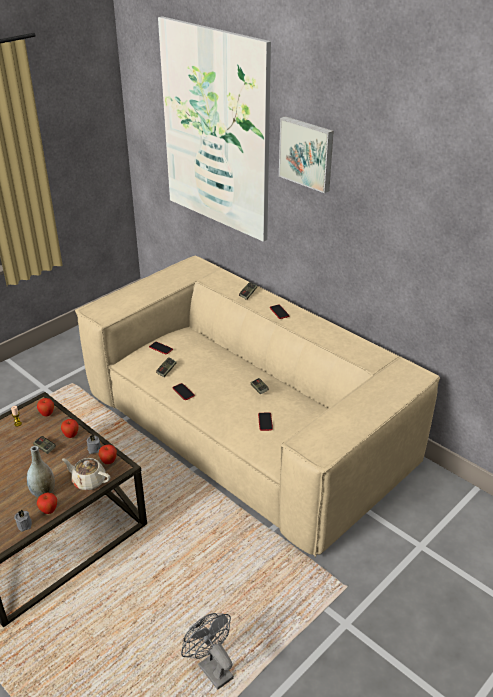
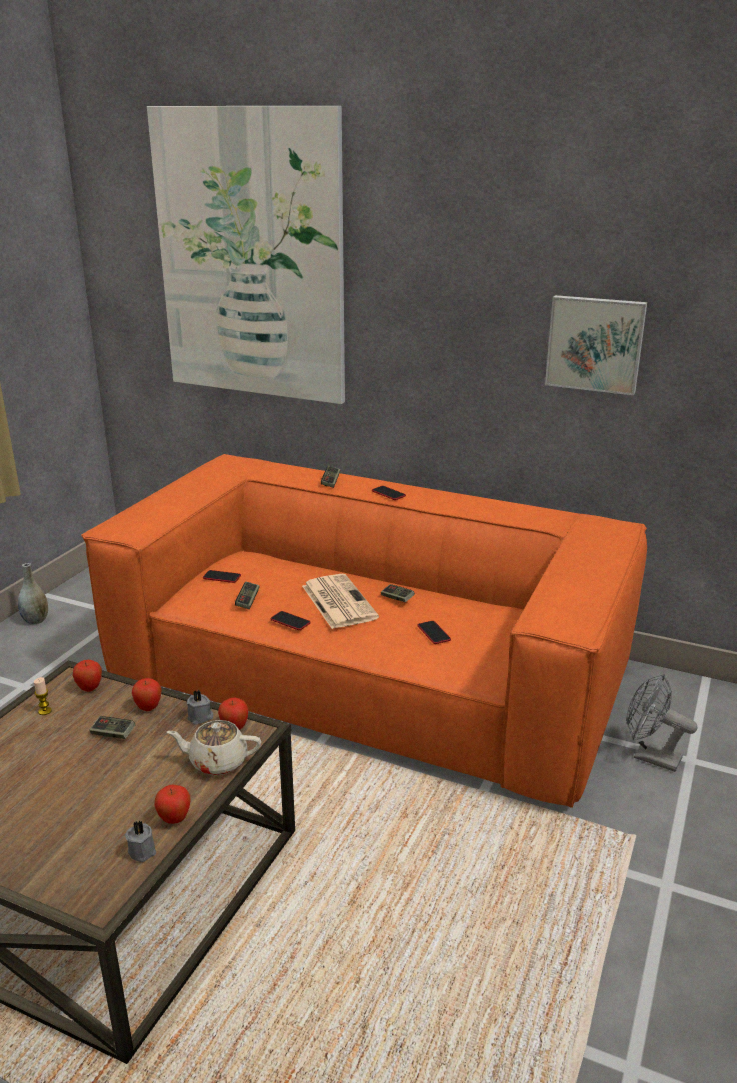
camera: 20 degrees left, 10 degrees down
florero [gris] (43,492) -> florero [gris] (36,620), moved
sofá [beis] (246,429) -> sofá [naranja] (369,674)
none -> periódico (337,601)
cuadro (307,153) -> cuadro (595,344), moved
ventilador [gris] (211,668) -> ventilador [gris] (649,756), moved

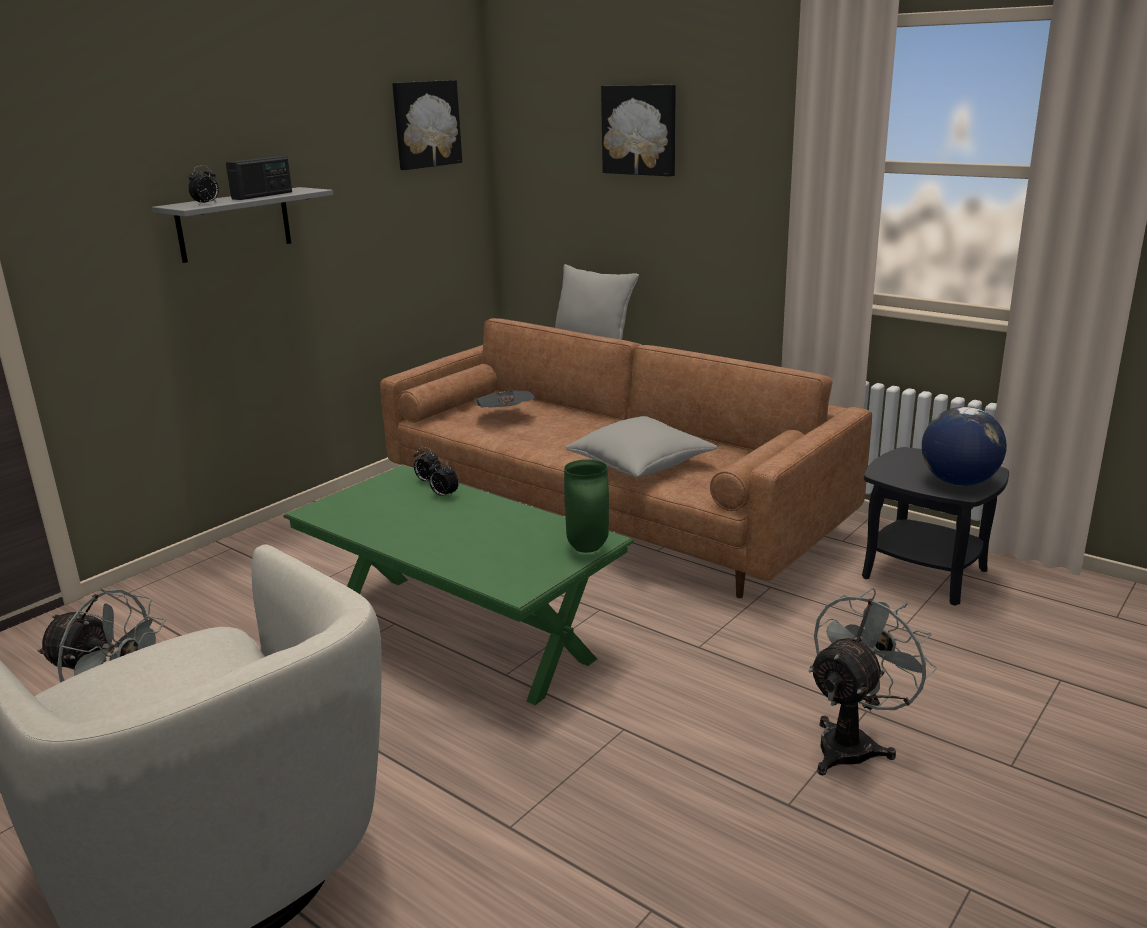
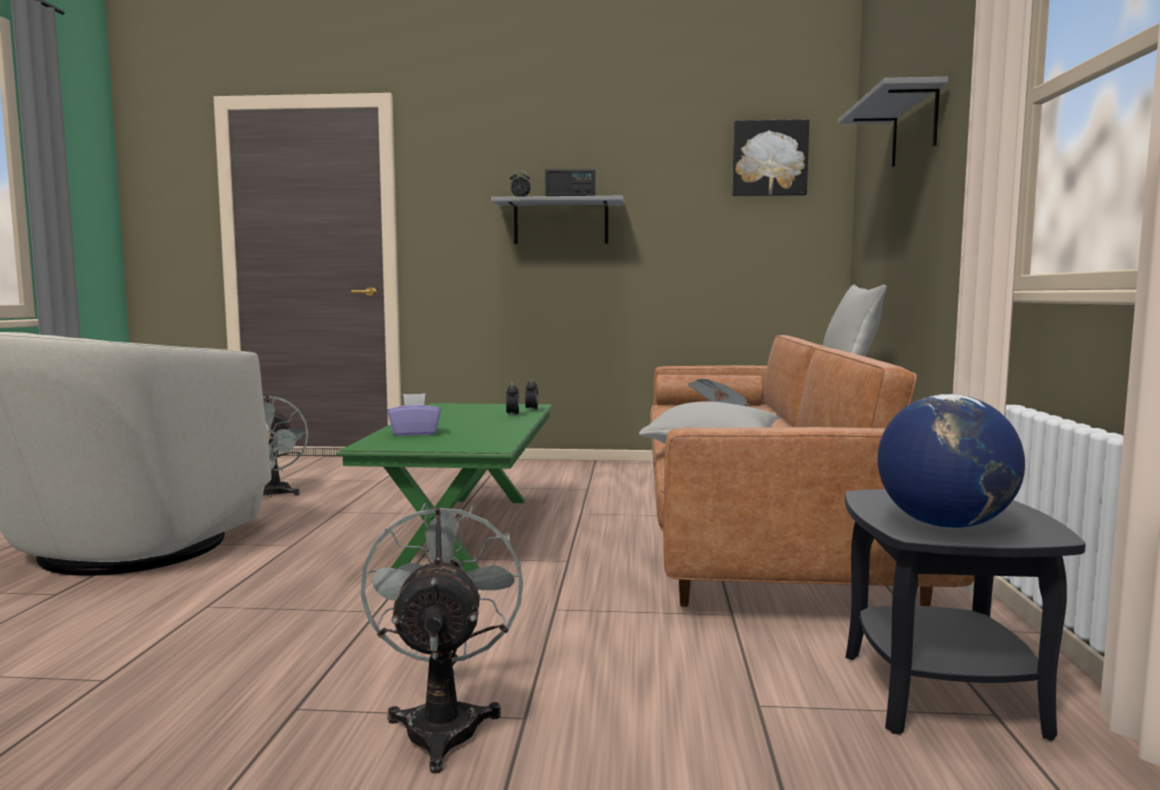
camera: 55 degrees right, 15 degrees down
ventilador [gris] (853,743) -> ventilador [gris] (444,722), 105 degrees counterclockwise
none -> caja de pañuelos [morado] (415,433)
cuadro (640,130) -> estante [gris] (914,128)
florero [verde] (586,548) -> none

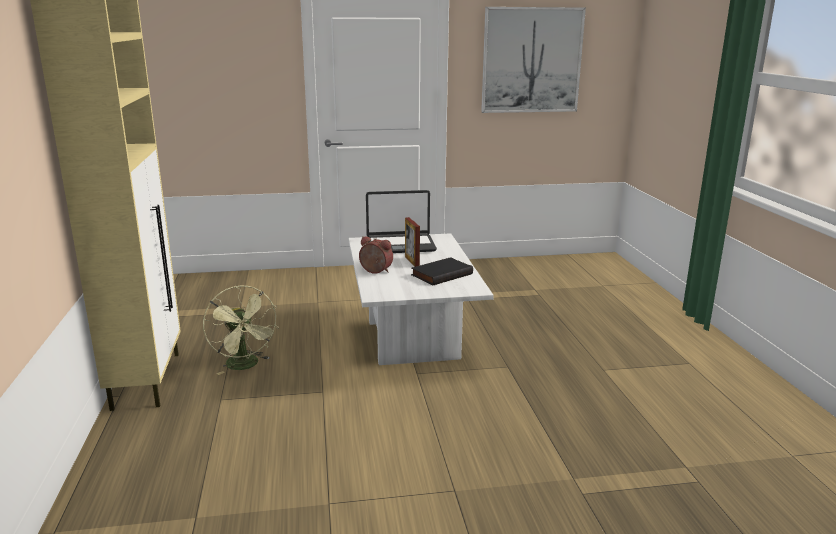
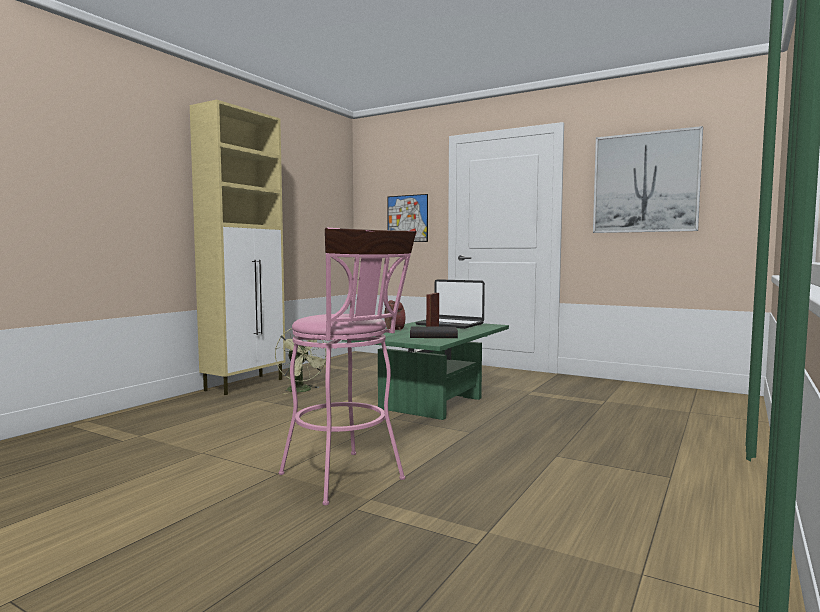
camera: 40 degrees right, 15 degrees down
ventilador [verde] (245,366) -> ventilador [verde] (302,391), 45 degrees counterclockwise
none -> taburete [rosa] (347,479)
mesa de centro [blanco] (412,339) -> mesa de centro [verde] (431,403)
none -> cuadro (407,218)

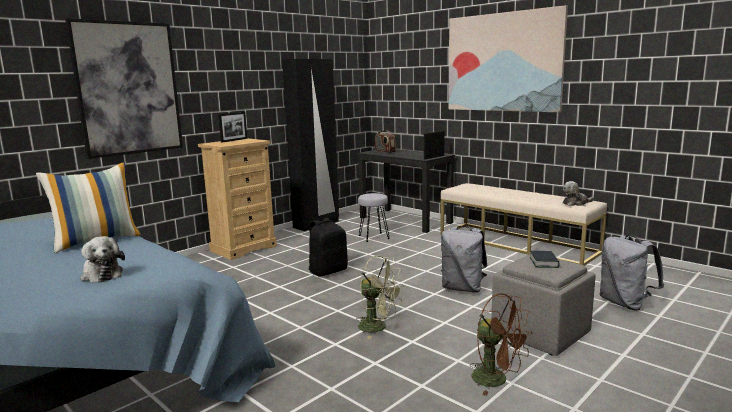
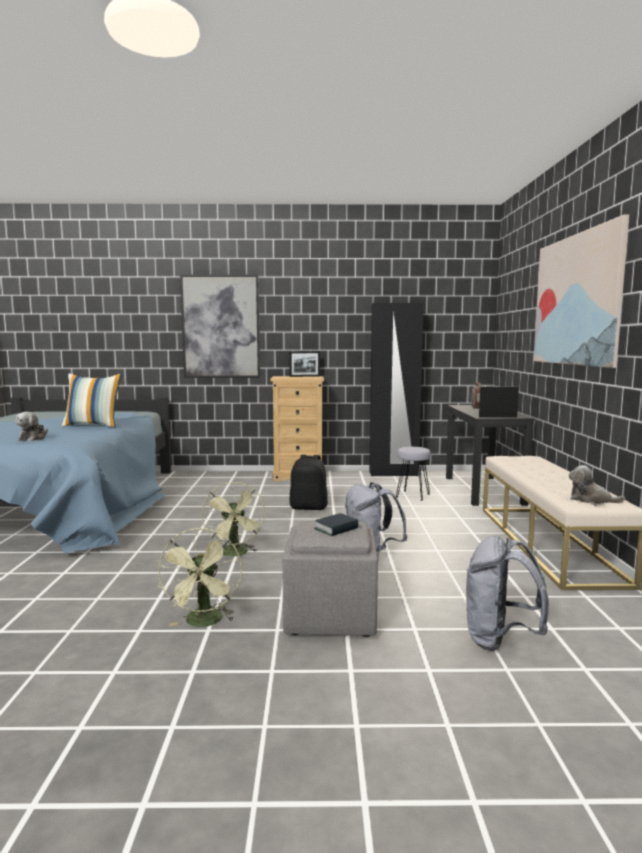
camera: 45 degrees right, 5 degrees down
ventilador [marrón] (497,380) -> ventilador [verde] (204,623)

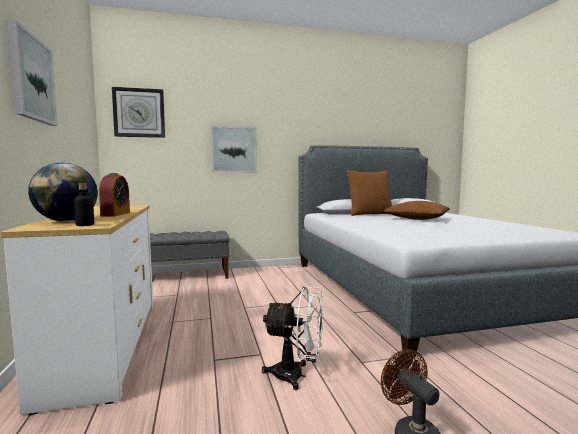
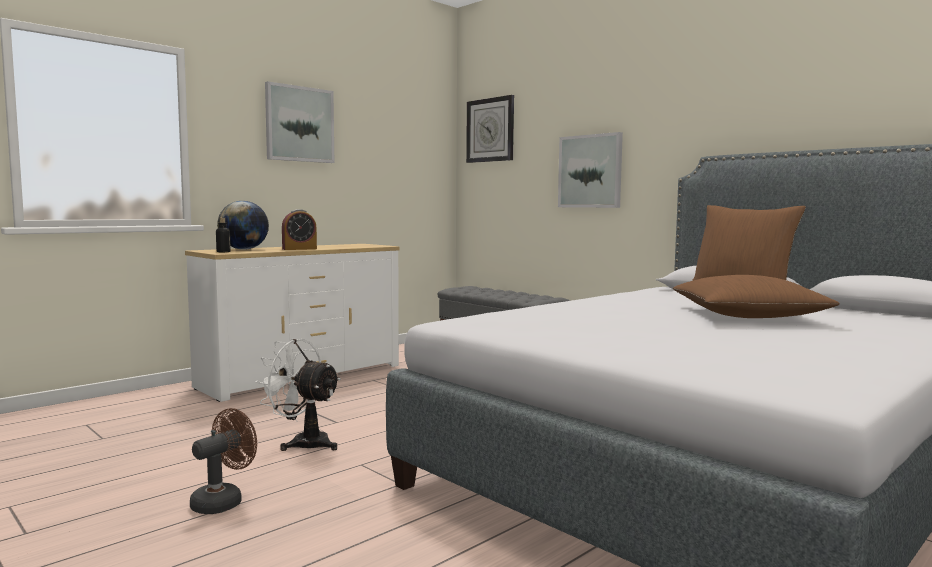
camera: 60 degrees right, 0 degrees up
ventilador [blanco] (296,376) -> ventilador [blanco] (303,442), 135 degrees clockwise

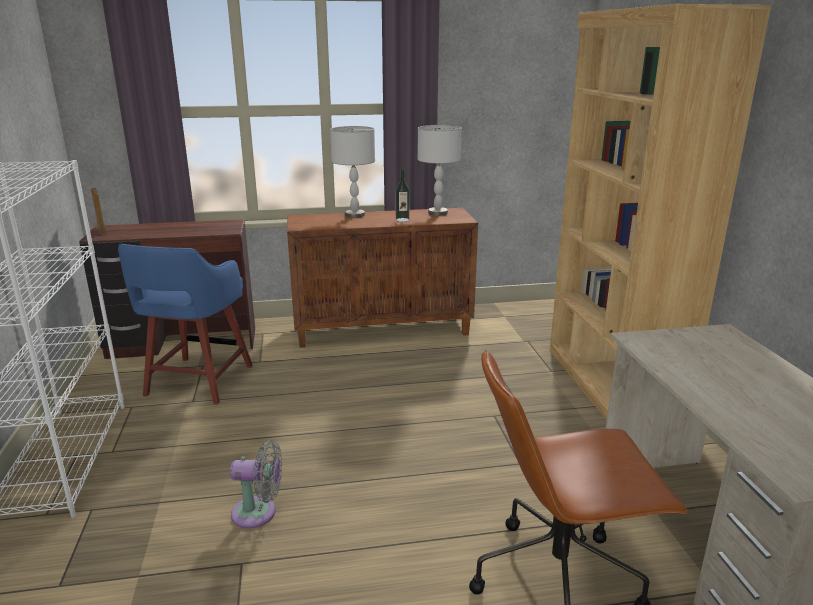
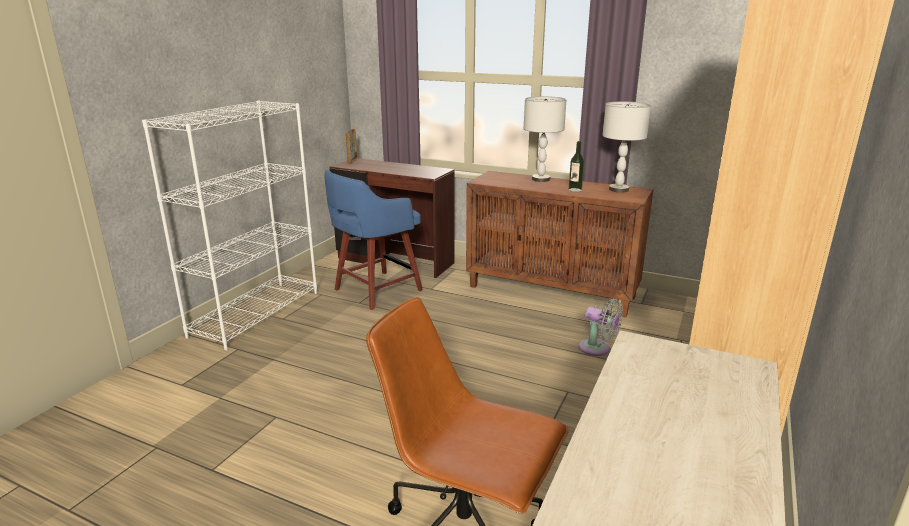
camera: 35 degrees right, 0 degrees up
ventilador [gris] (259,513) -> ventilador [gris] (597,349), moved

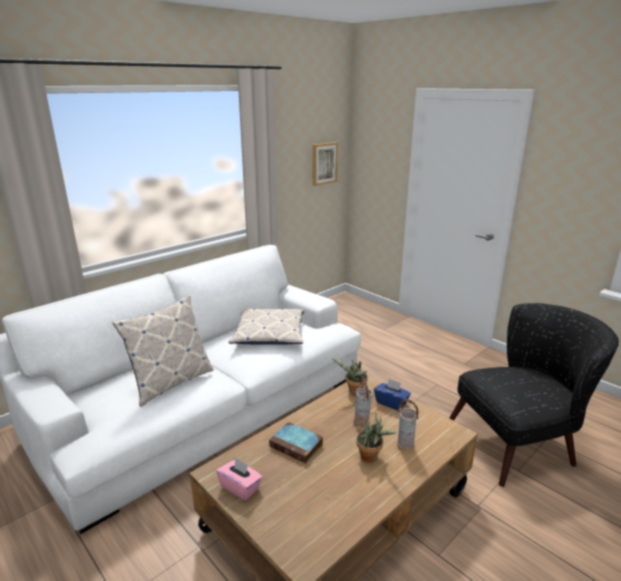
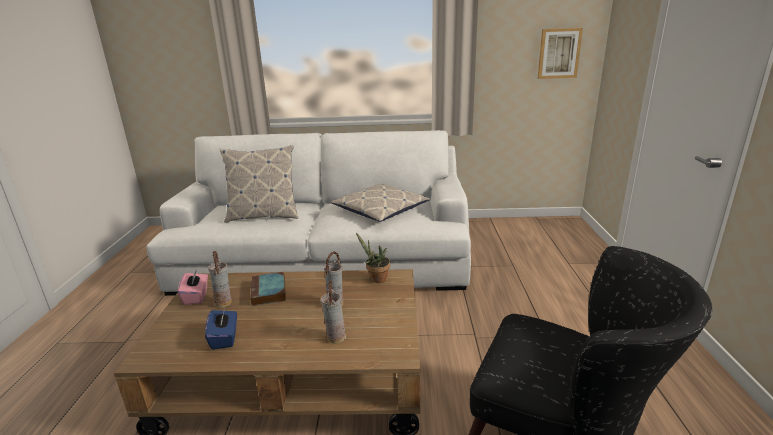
camera: 45 degrees right, 0 degrees up
caja de pañuelos [azul] (391,403) -> caja de pañuelos [azul] (225,338), moved
none -> florero (224,303)
planta en maceta (371,457) -> none

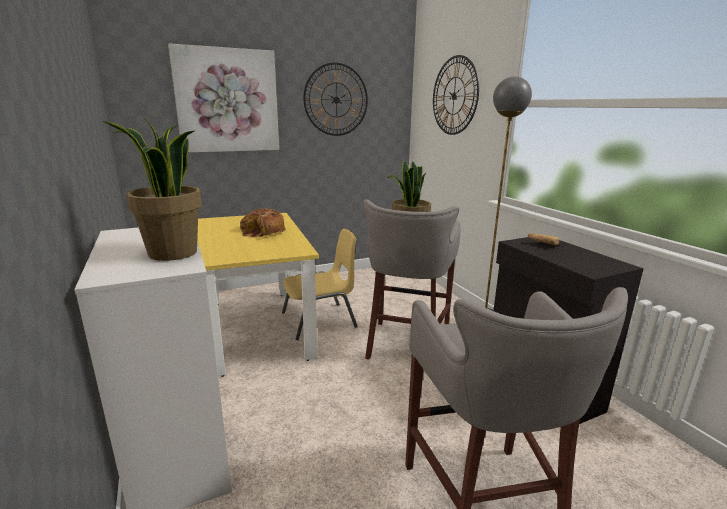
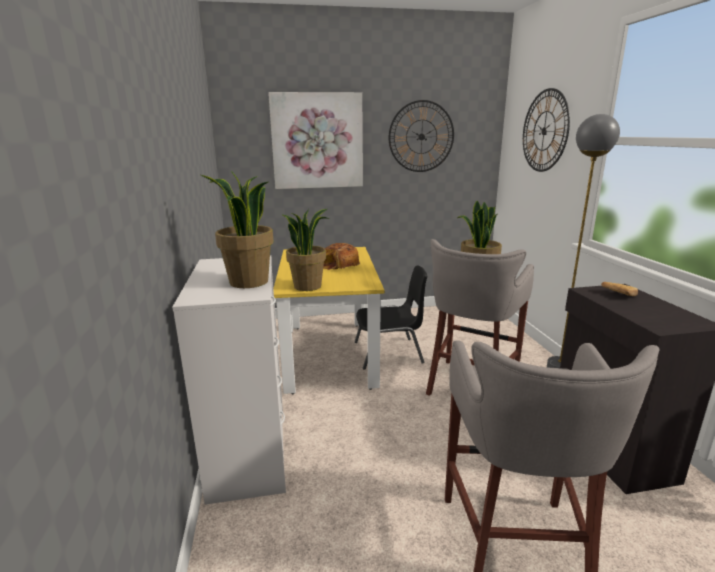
camera: 15 degrees right, 0 degrees up
none -> planta en maceta (308,286)
silla [amarillo] (320,320) -> silla [negro] (389,353)

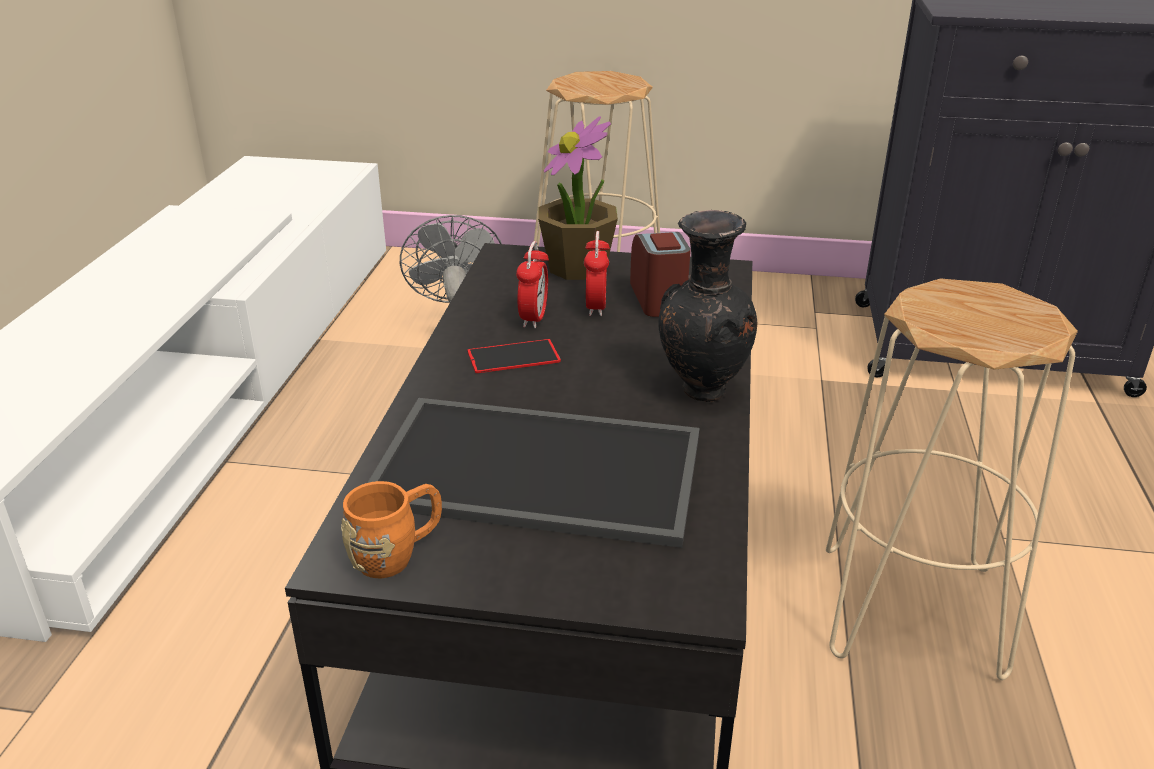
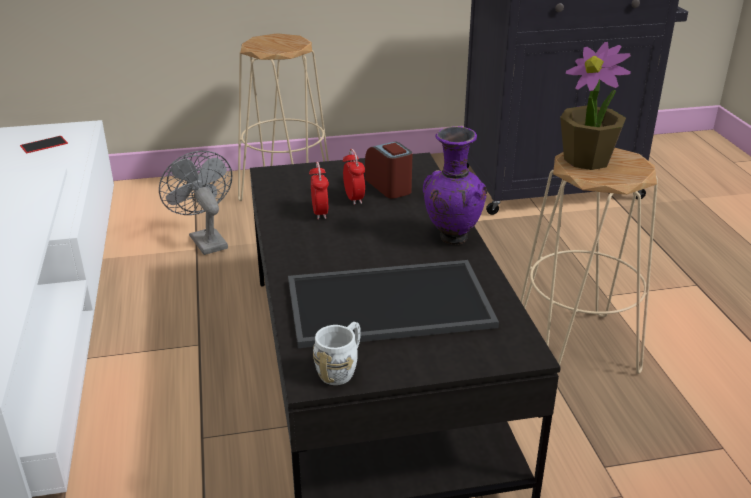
camera: 20 degrees left, 0 degrees up
móvil (513,357) -> móvil (44,145), moved
taza grande [naranja] (397,554) -> taza grande [blanco] (341,369)
florero [negro] (700,391) -> florero [morado] (451,238)
planta en maceta (578,268) -> planta en maceta (587,160), moved

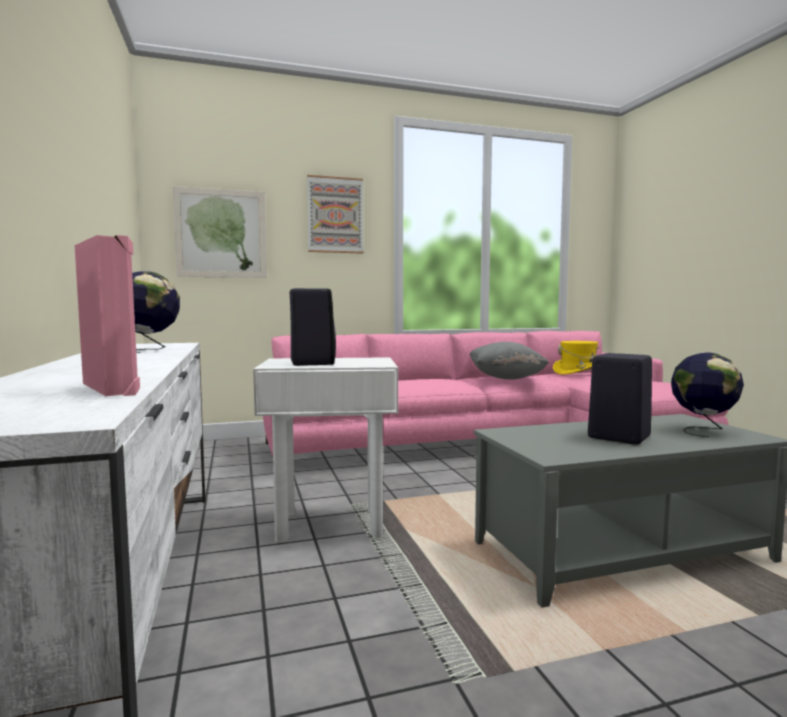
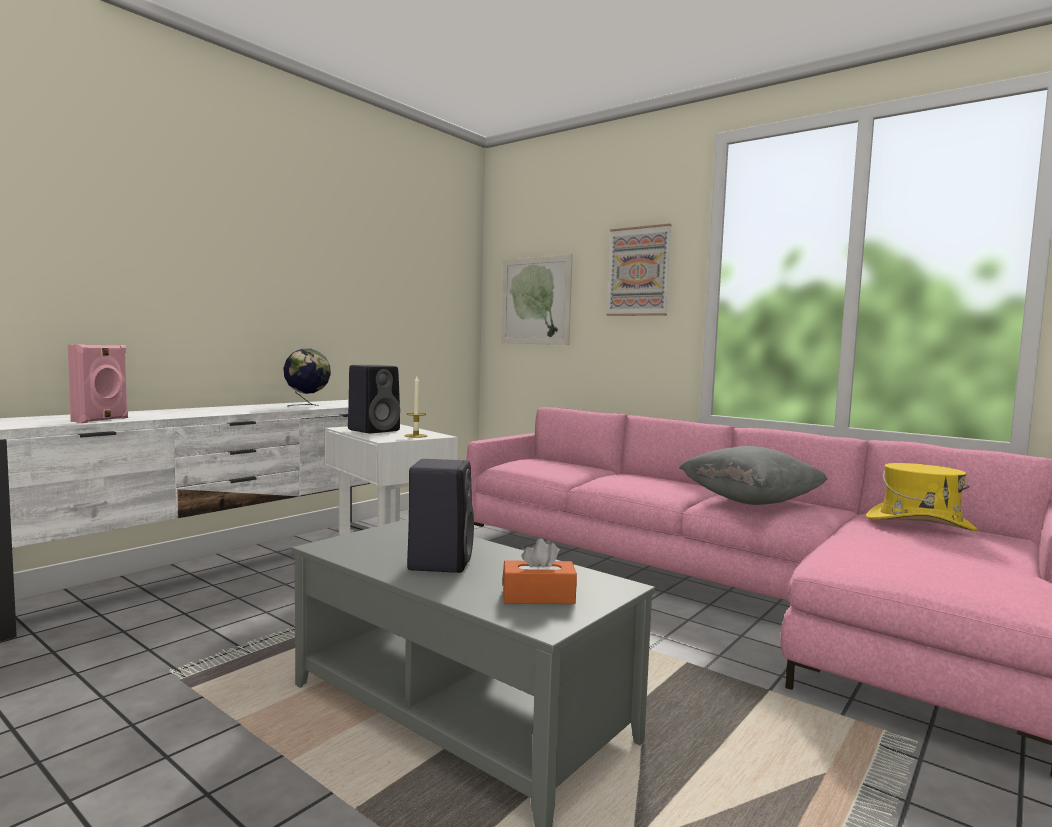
camera: 55 degrees right, 0 degrees up
none -> vela (416,436)
globo terráqueo (703,430) -> caja de pañuelos [naranja] (538,596)

